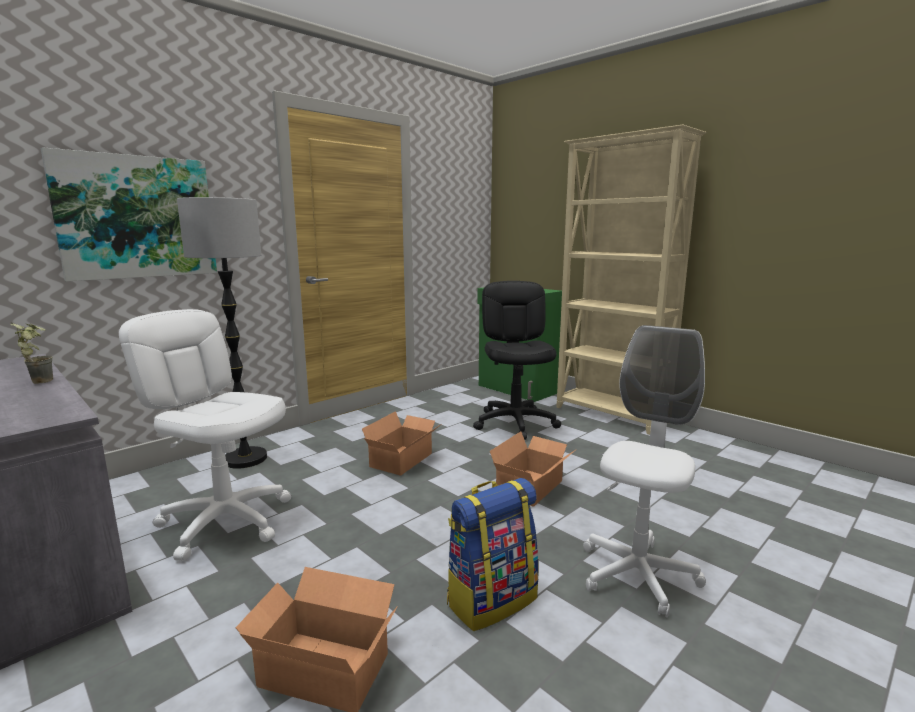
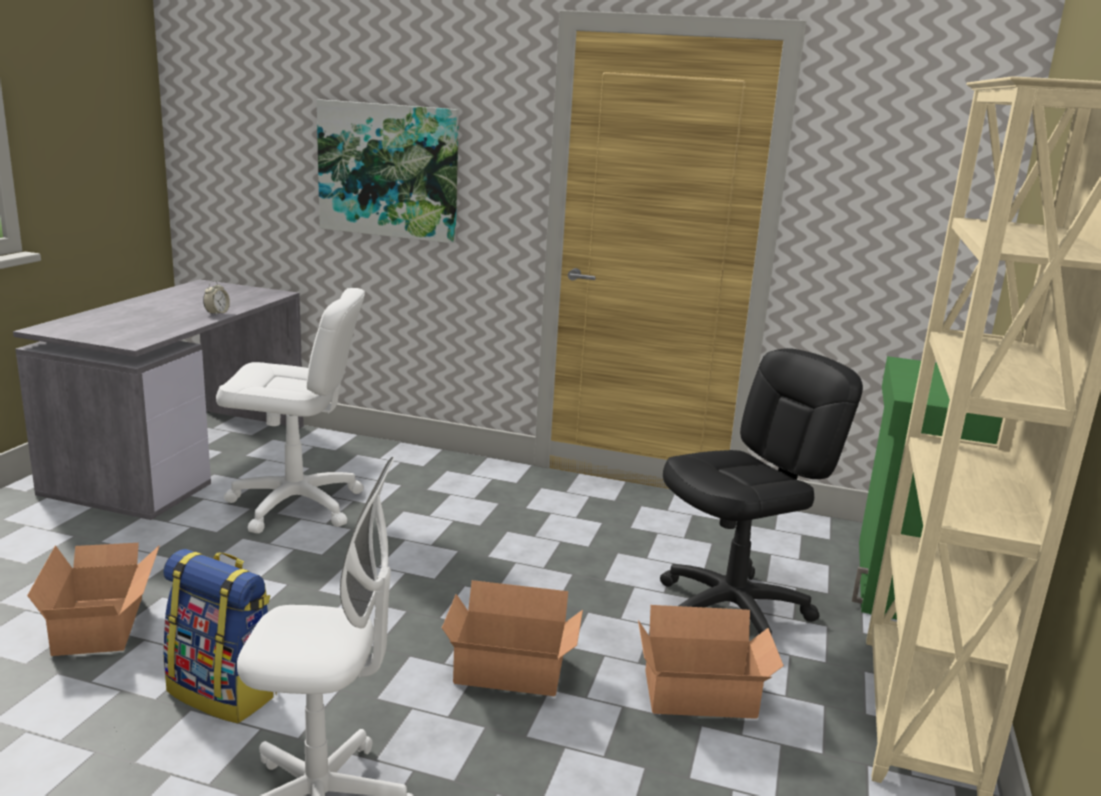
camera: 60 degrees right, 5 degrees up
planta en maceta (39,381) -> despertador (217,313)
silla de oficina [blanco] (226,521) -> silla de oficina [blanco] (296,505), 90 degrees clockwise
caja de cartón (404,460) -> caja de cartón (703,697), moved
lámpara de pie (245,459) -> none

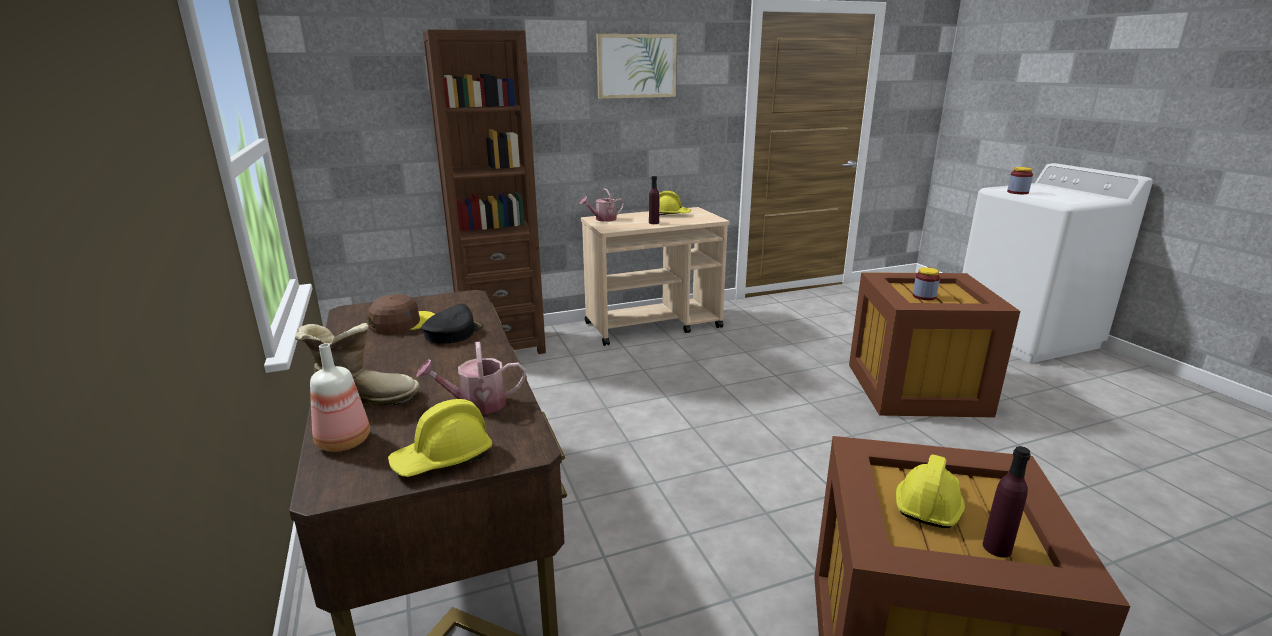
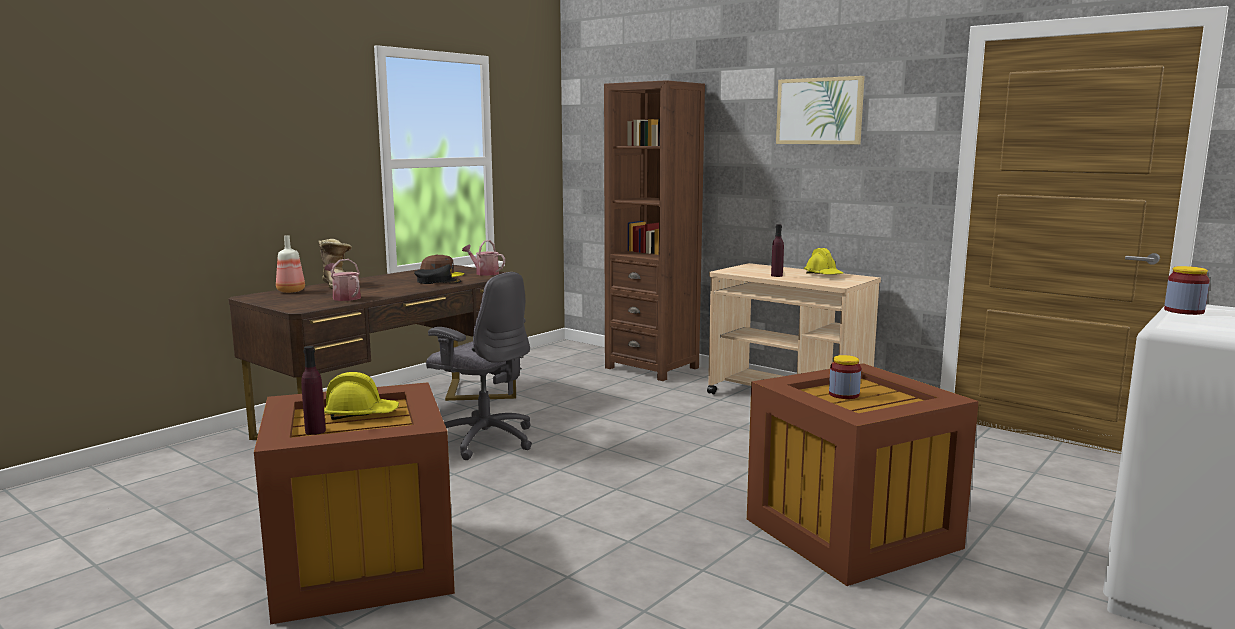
camera: 60 degrees right, 10 degrees down
none -> silla de oficina [gris] (484,440)
regadera (603,219) -> regadera (484,273), moved
casco [amarillo] (443,459) -> none

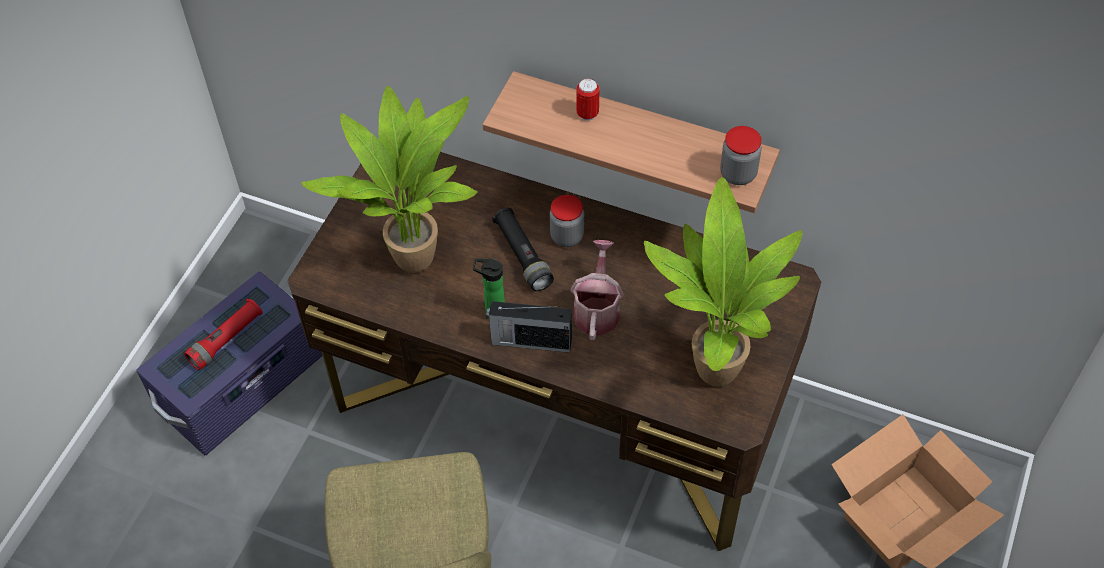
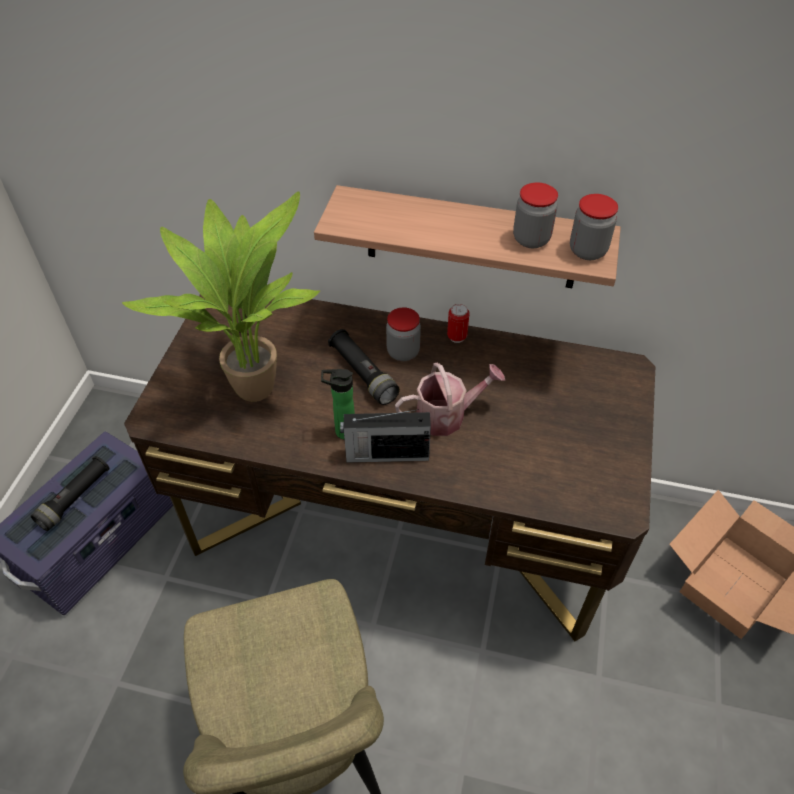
camera: 10 degrees left, 5 degrees down
linterna [rojo] (226,340) -> linterna [negro] (75,498)
regadera (597,309) -> regadera (447,415), 75 degrees clockwise
lata (587,114) -> lata (457,337), moved
none -> tarro (531,239)
planta en maceta (709,370) -> none

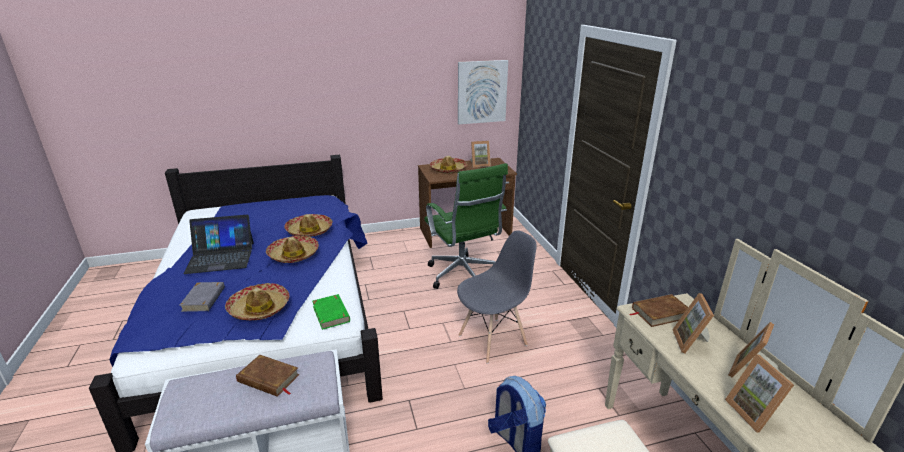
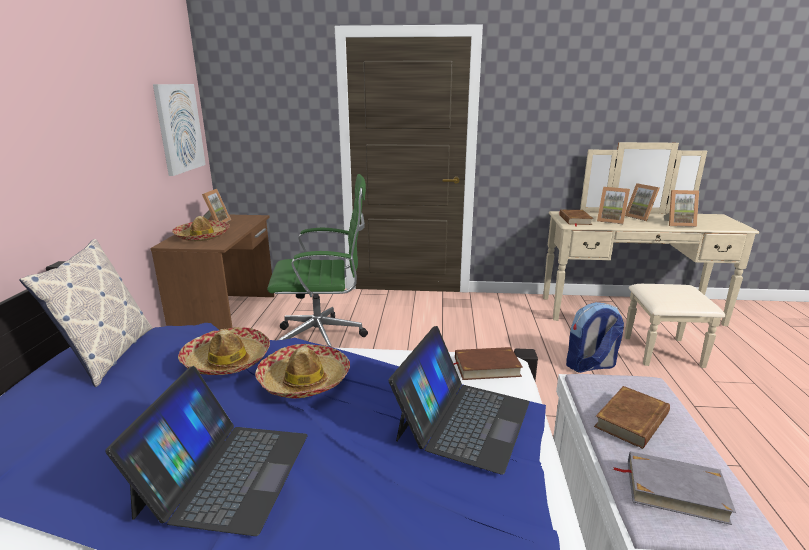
camera: 70 degrees left, 5 degrees down
none -> cojín (108,355)
sombrero (259,308) -> portátil (463,420)
libro [verde] (331,314) -> libro [marrón] (486,367)
libro [gris] (204,299) -> libro [gris] (674,490), moved
silla [gris] (493,340) -> none

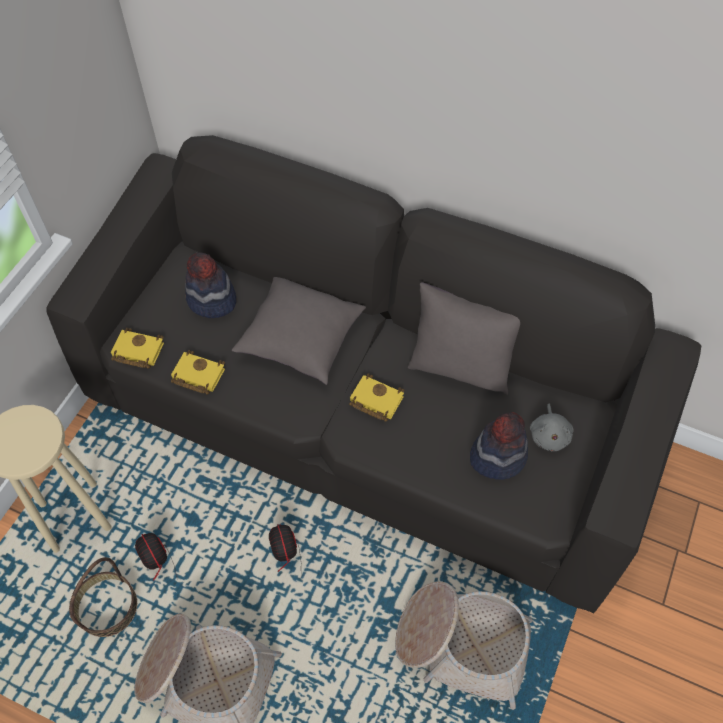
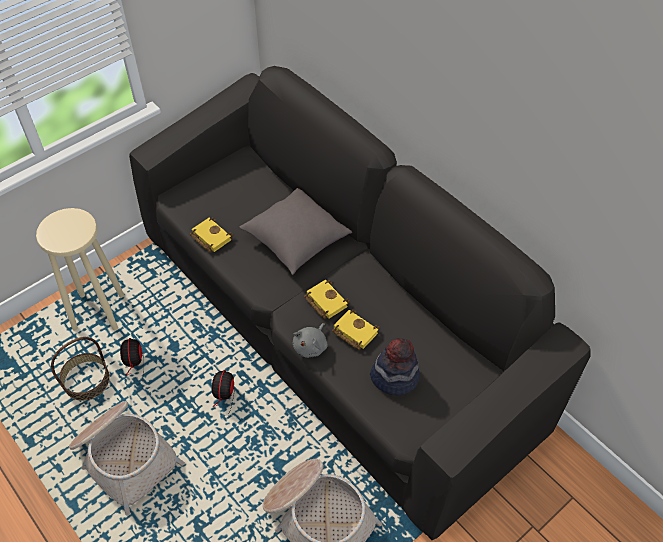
camera: 25 degrees right, 5 degrees down
peluche [gris] (549,435) -> peluche [gris] (311,346), moved
libro [amarillo] (136,352) -> libro [amarillo] (353,332), moved
sombrero (211,300) -> none
cojín [gris] (460,367) -> none

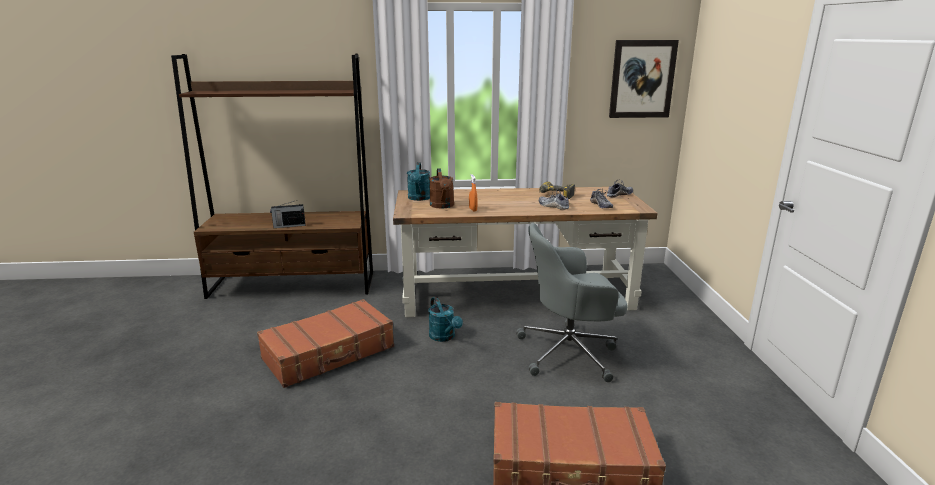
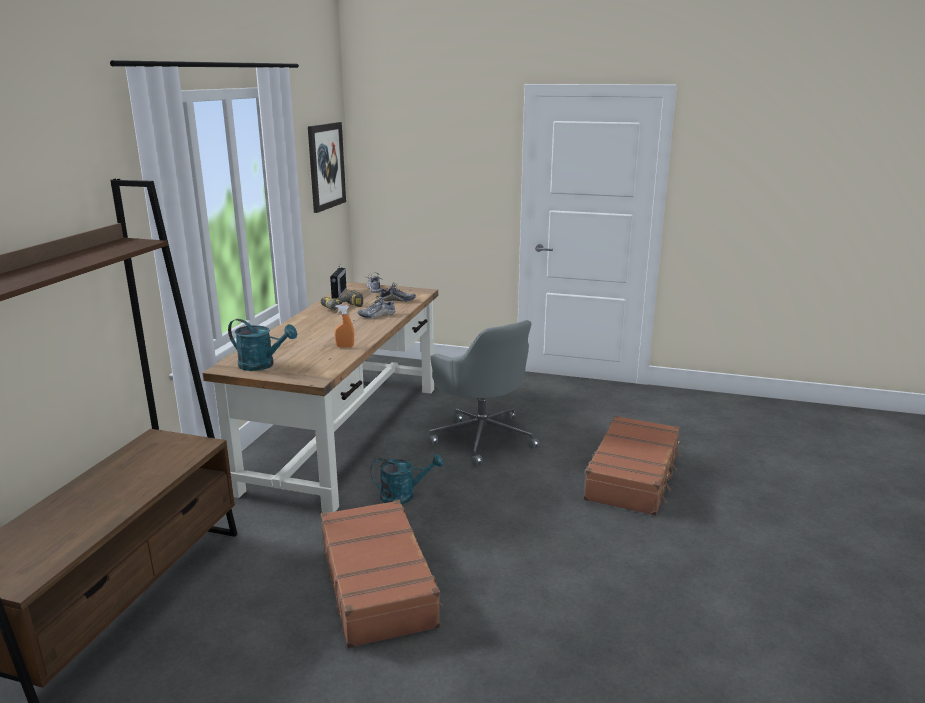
camera: 70 degrees left, 0 degrees up
radio (289,226) -> radio (338,293), moved
silla de oficina [gris] (569,352) -> silla de oficina [gris] (482,437), 45 degrees counterclockwise
regadera [marrón] (442,206) -> none

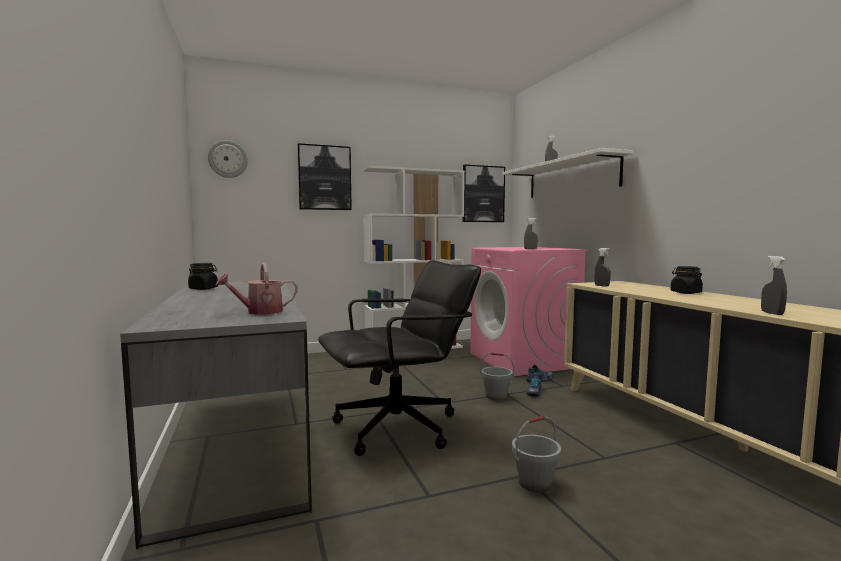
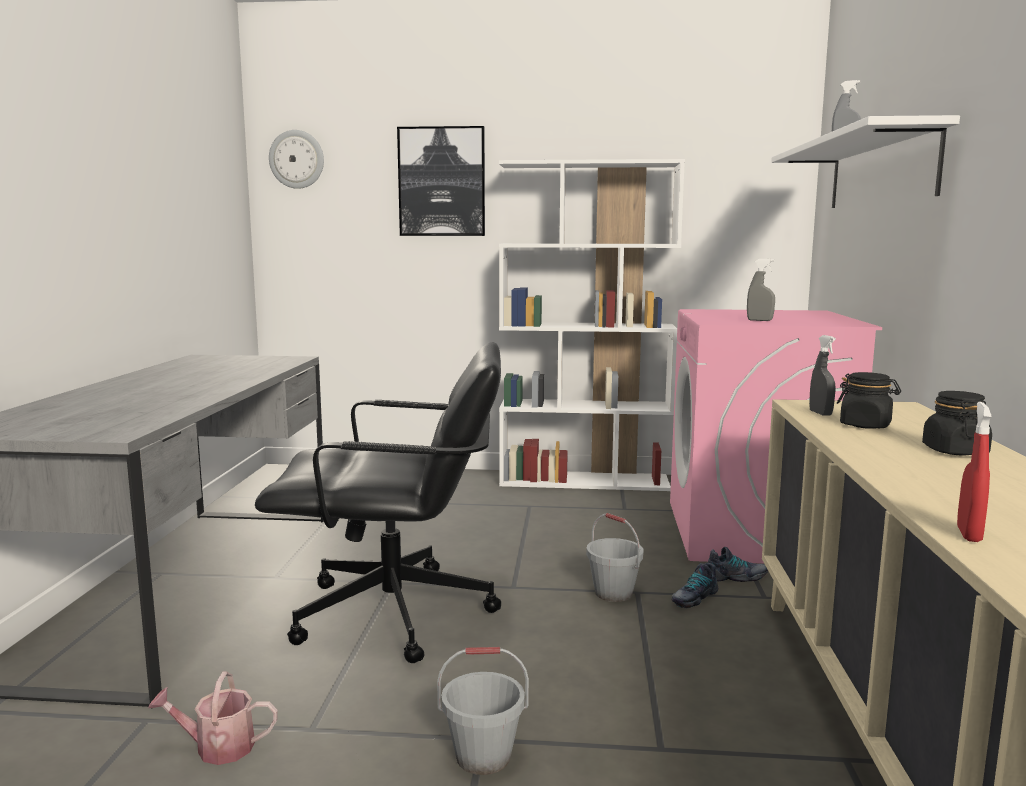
camera: 25 degrees right, 5 degrees up
regadera (259,312) -> regadera (217,747), moved
tarro [negro] (203,288) -> tarro [negro] (865,425), moved
pulverizador [gris] (772,313) -> pulverizador [rojo] (969,534)
cuadro (483,194) -> none

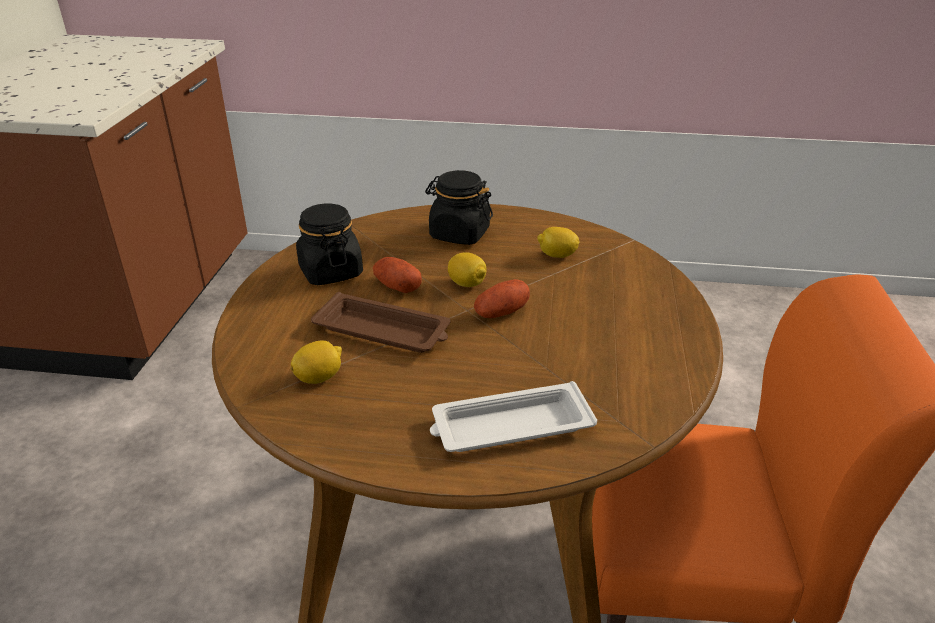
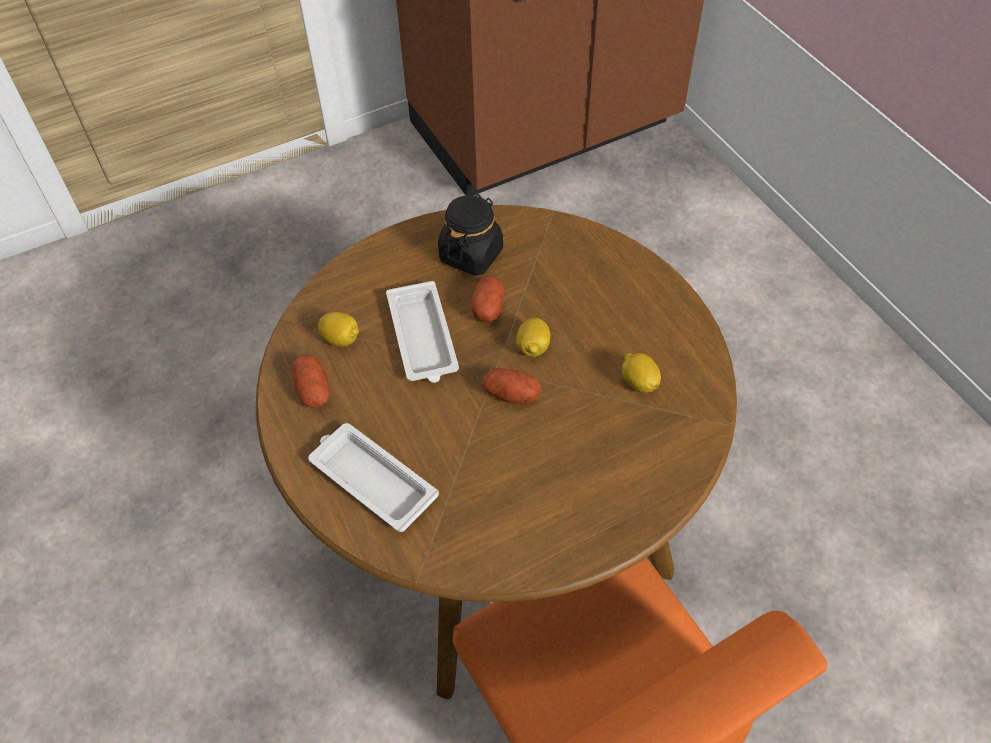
camera: 55 degrees right, 20 degrees up
none -> patata (313,390)
bandeja [marrón] (384,331) -> bandeja [blanco] (423,338)
tarro [negro] (459,234) -> none

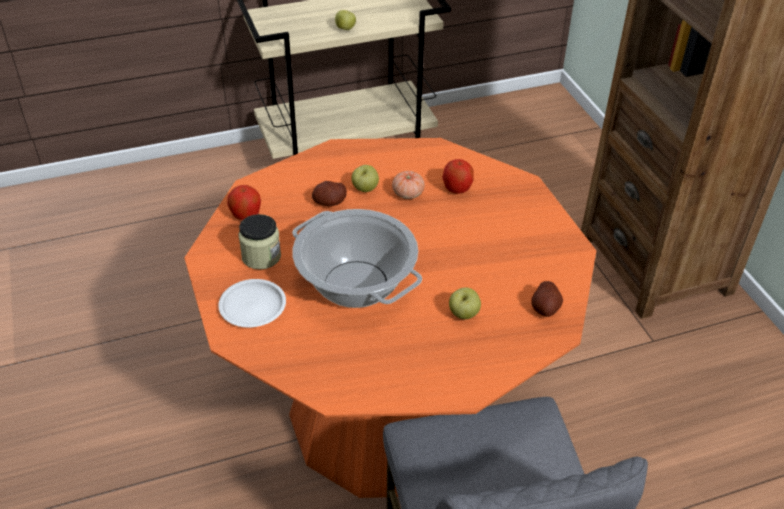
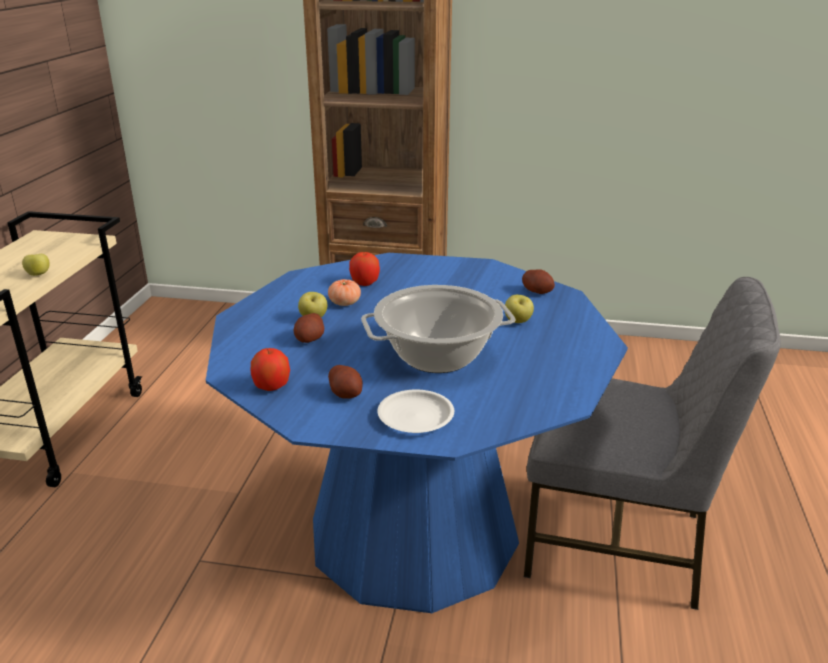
camera: 60 degrees left, 15 degrees down
mesa de comedor [naranja] (390,413) -> mesa de comedor [azul] (414,531)
tarro (261,256) -> patata (346,393)

